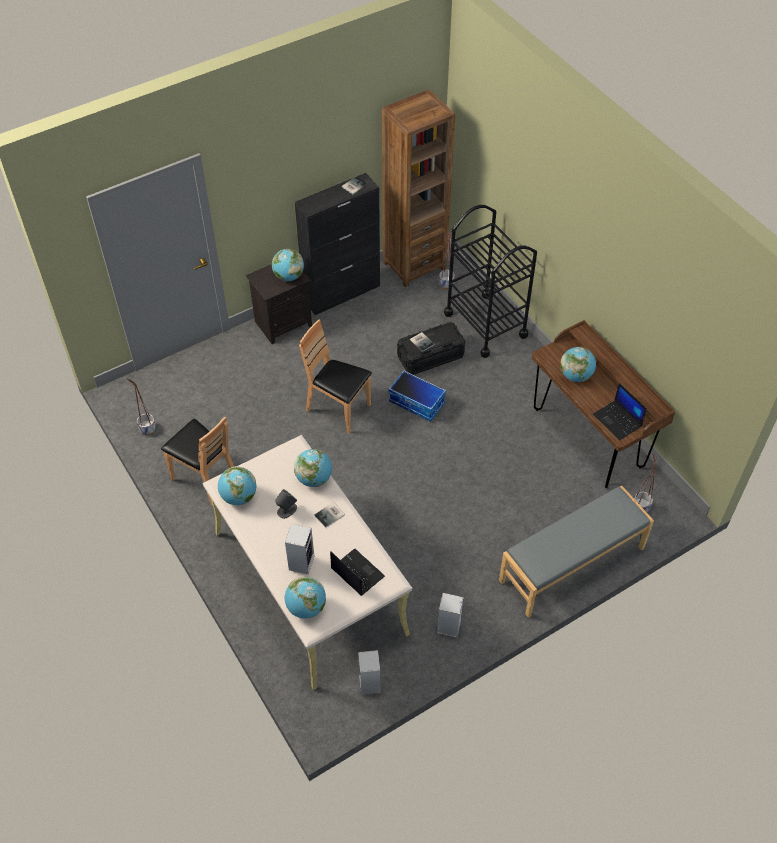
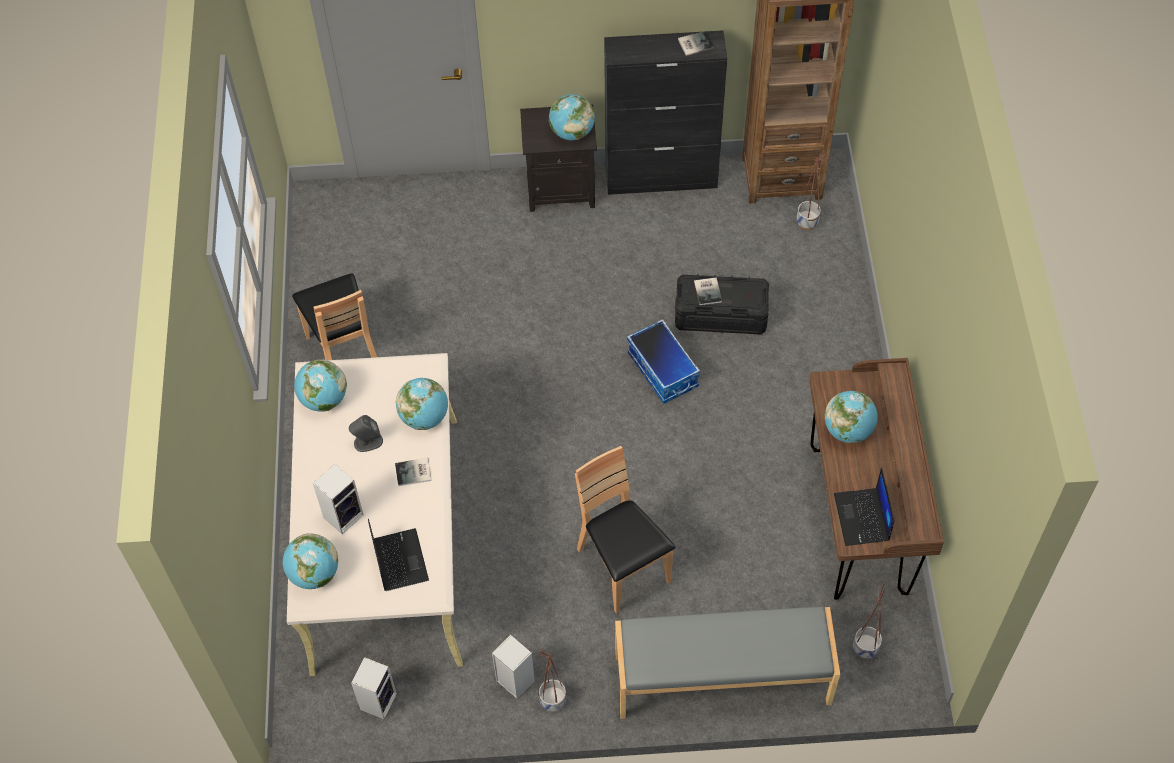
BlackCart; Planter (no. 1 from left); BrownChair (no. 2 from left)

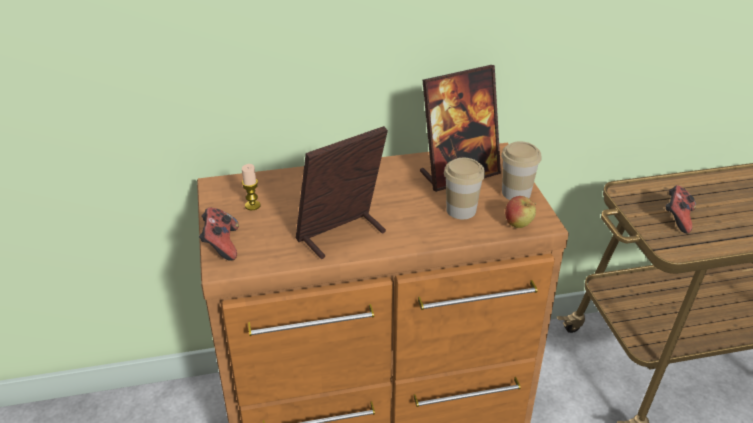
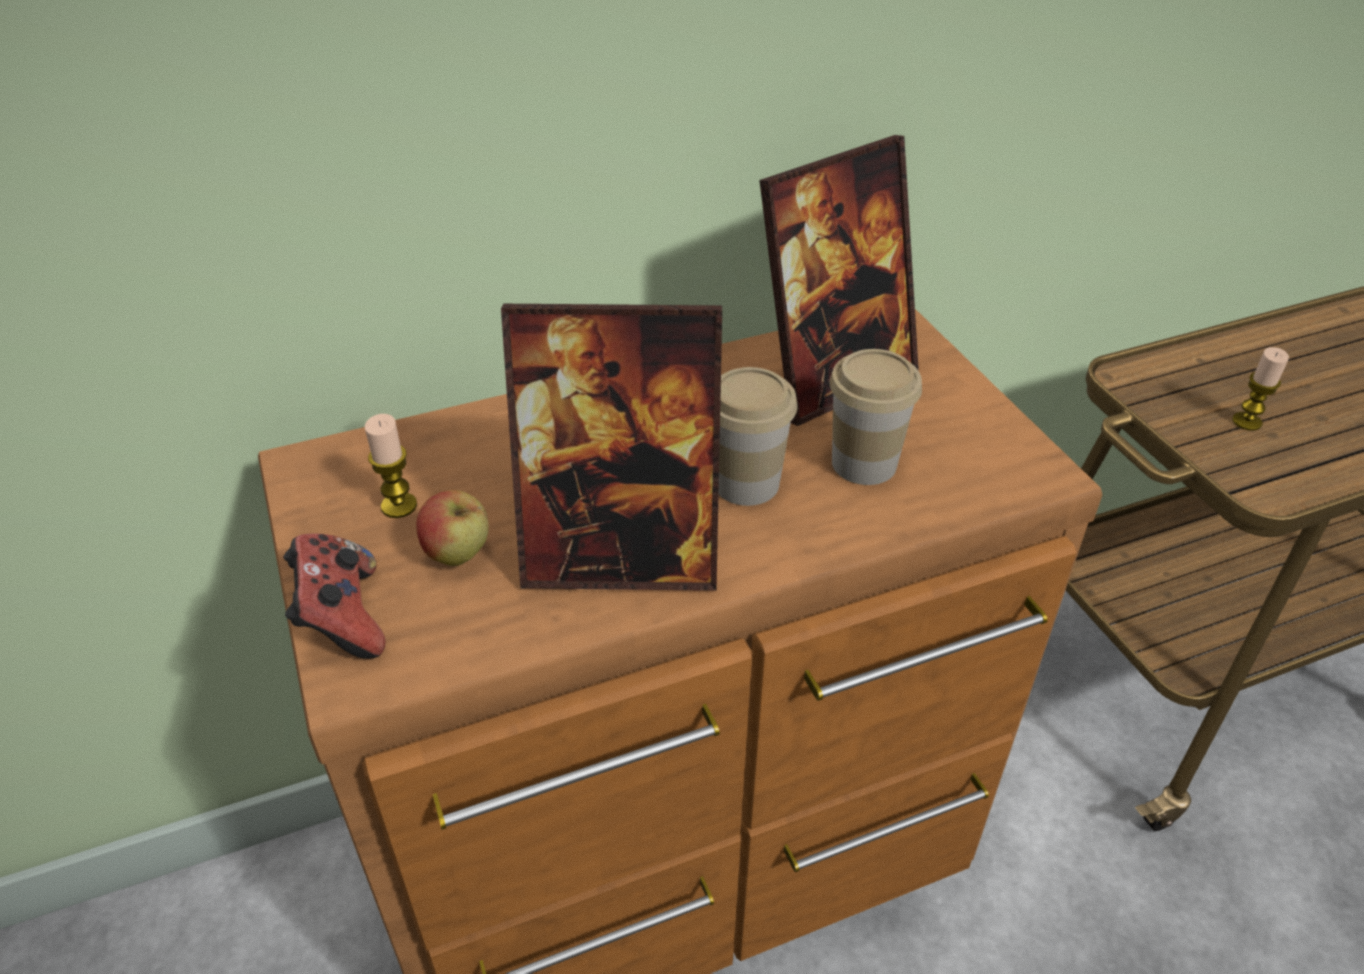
Cup (no. 1 from left); Apple; Candle (no. 2 from left); PictureFrame (no. 1 from left)

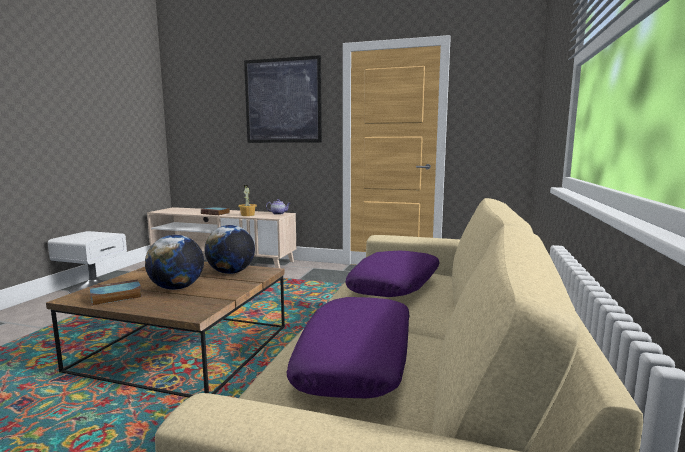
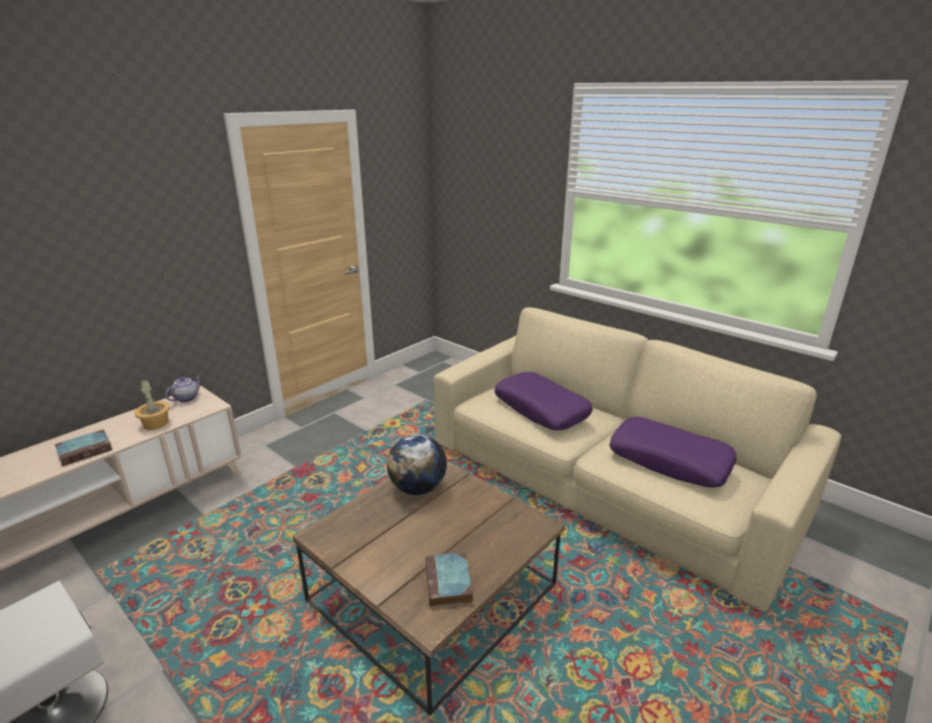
Globe (no. 1 from left in the first image); Picture

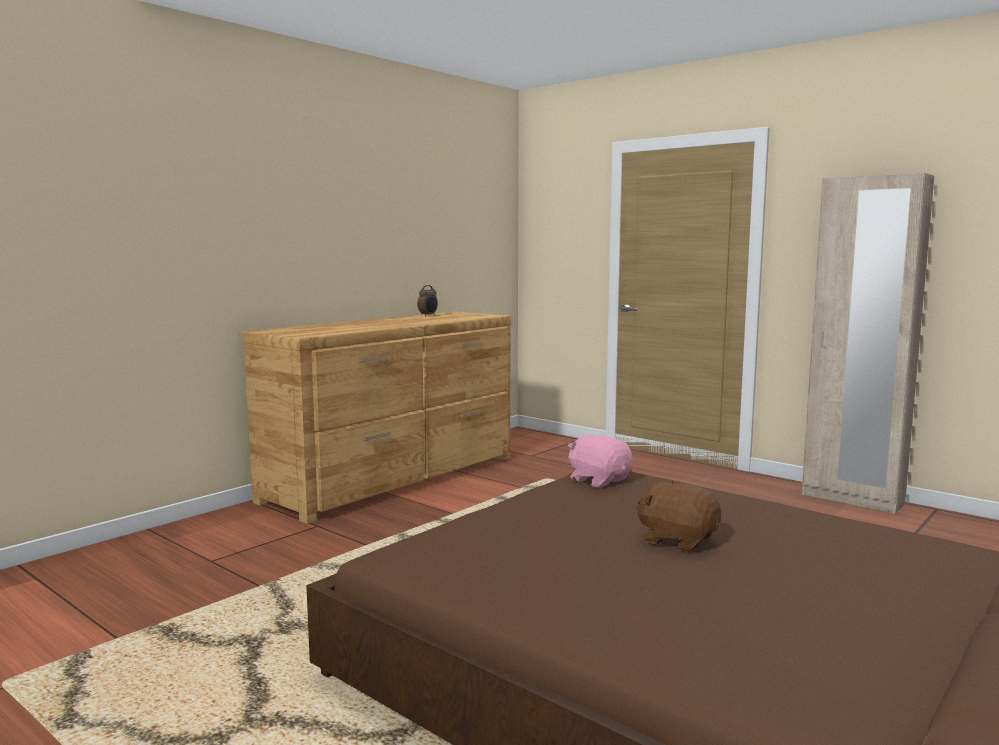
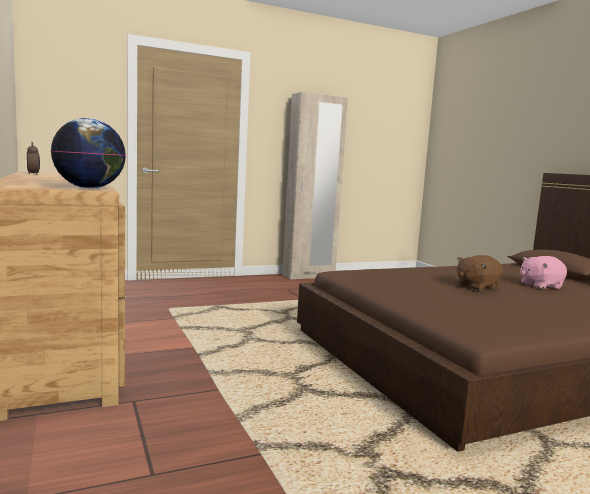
Globe; PinkPlushToy

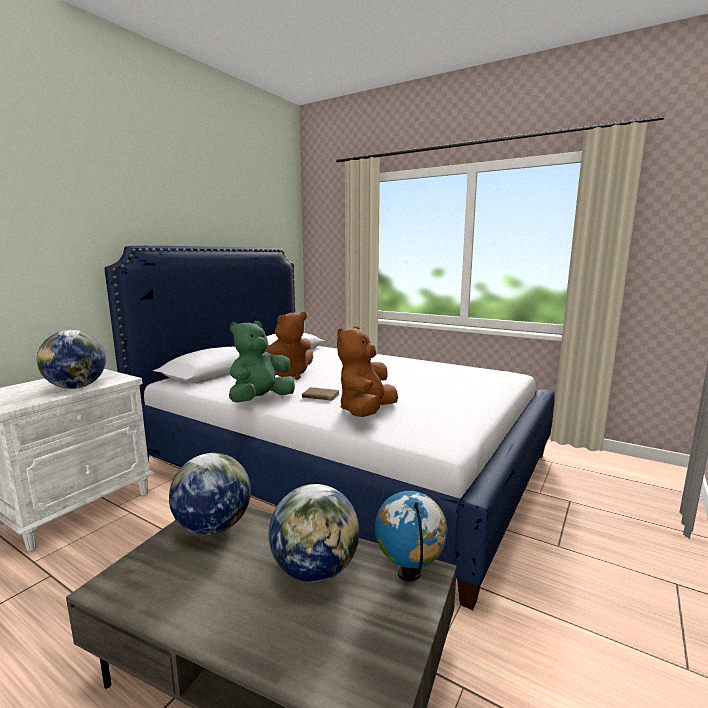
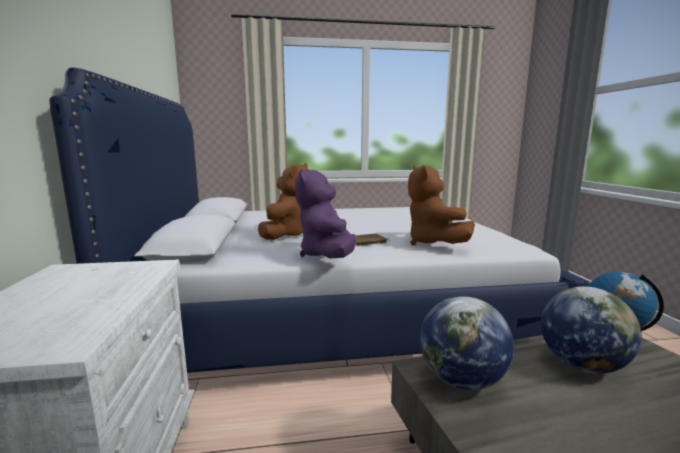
Globe (no. 1 from left in the first image); PurplePlushToy

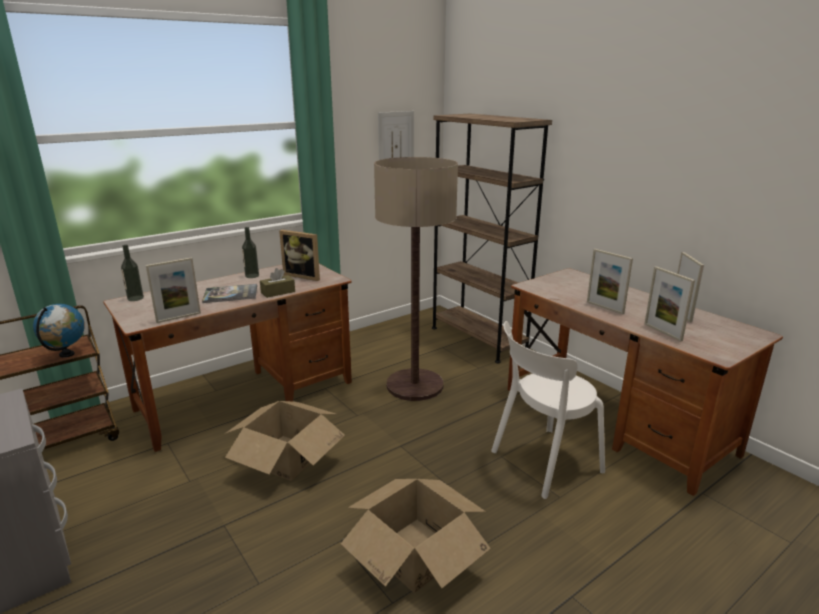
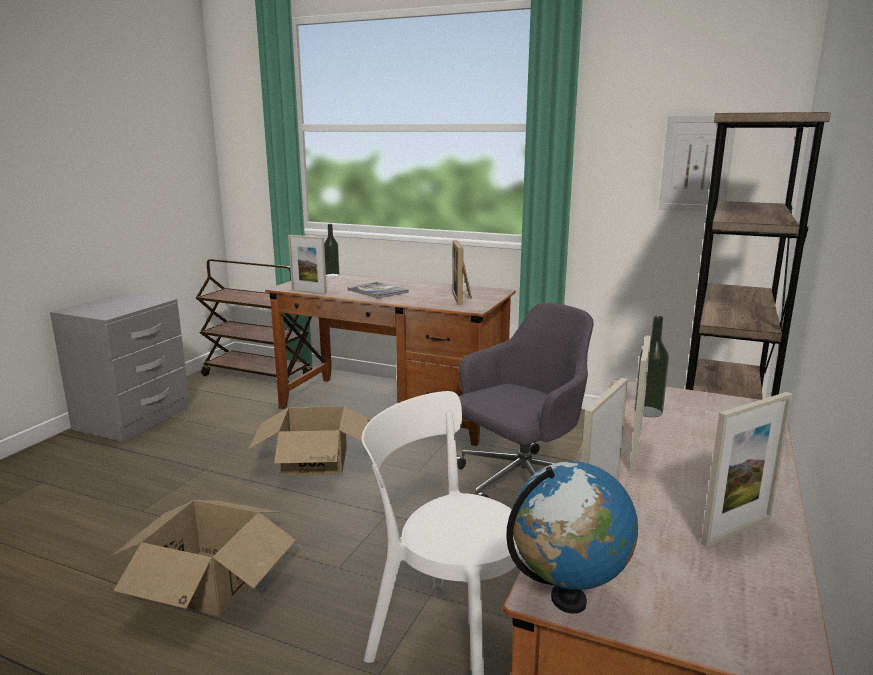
BrownTissueBox; Globe; Bottle (no. 2 from left); GreyOfficeChair

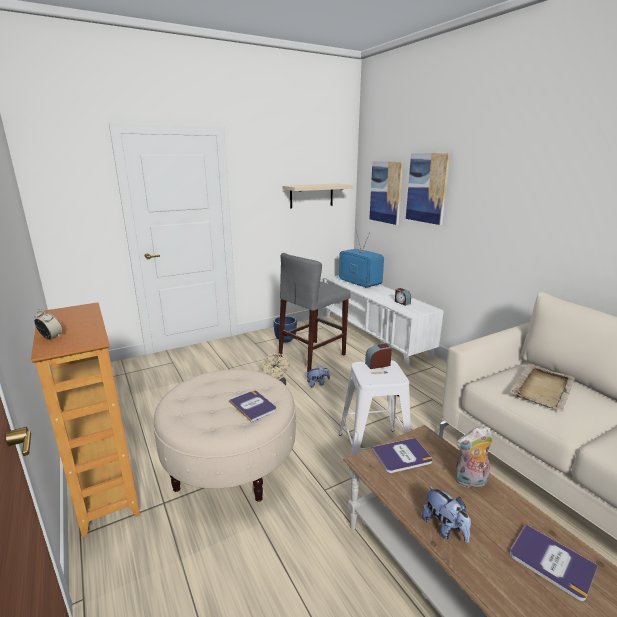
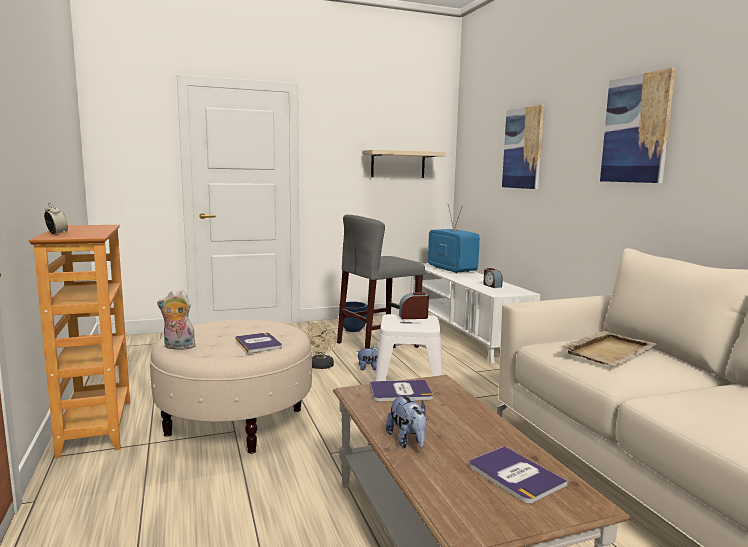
Picture (no. 2 from left); PlushToy (no. 1 from left)

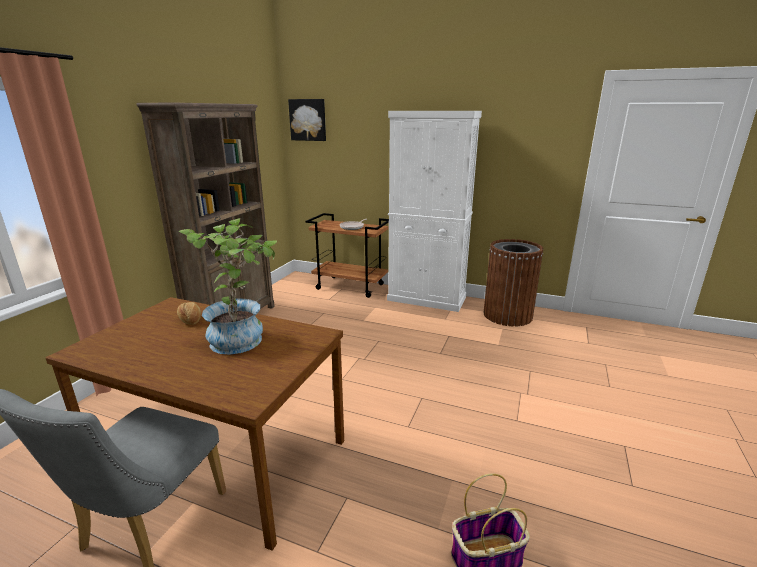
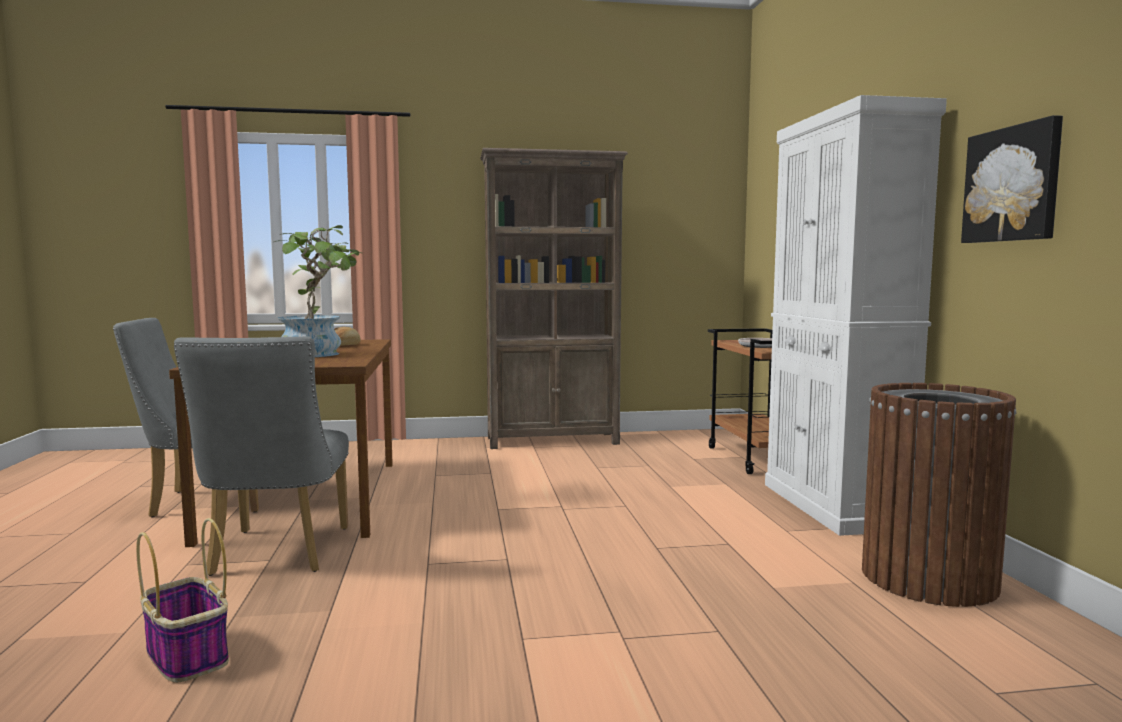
GreyChair (no. 2 from left); Picture

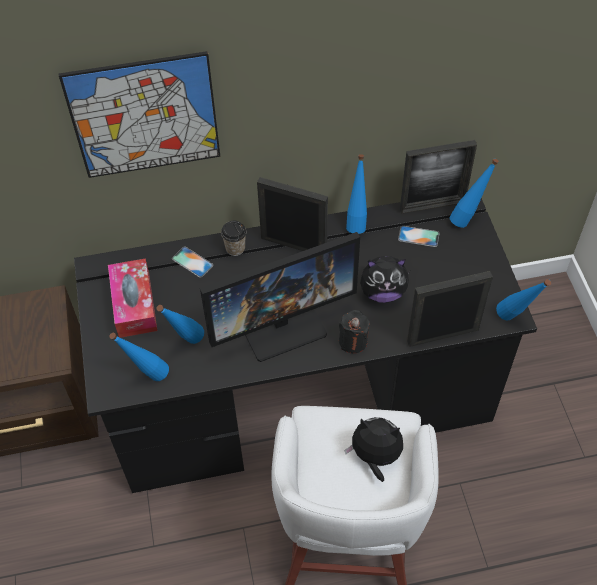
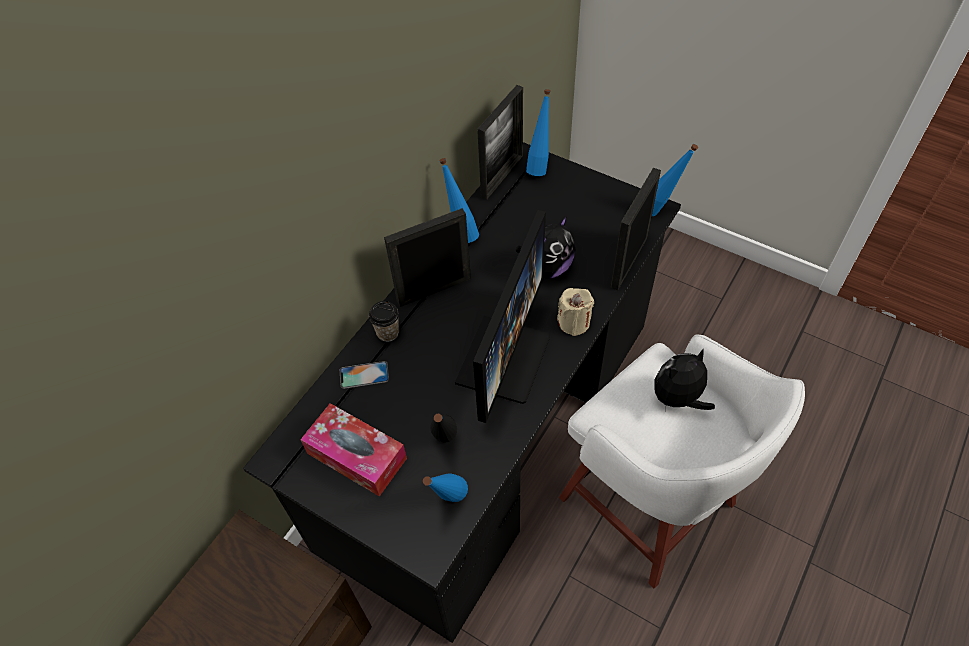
Picture; Phone (no. 2 from left in the first image); BlackBottle; BeigeCandle

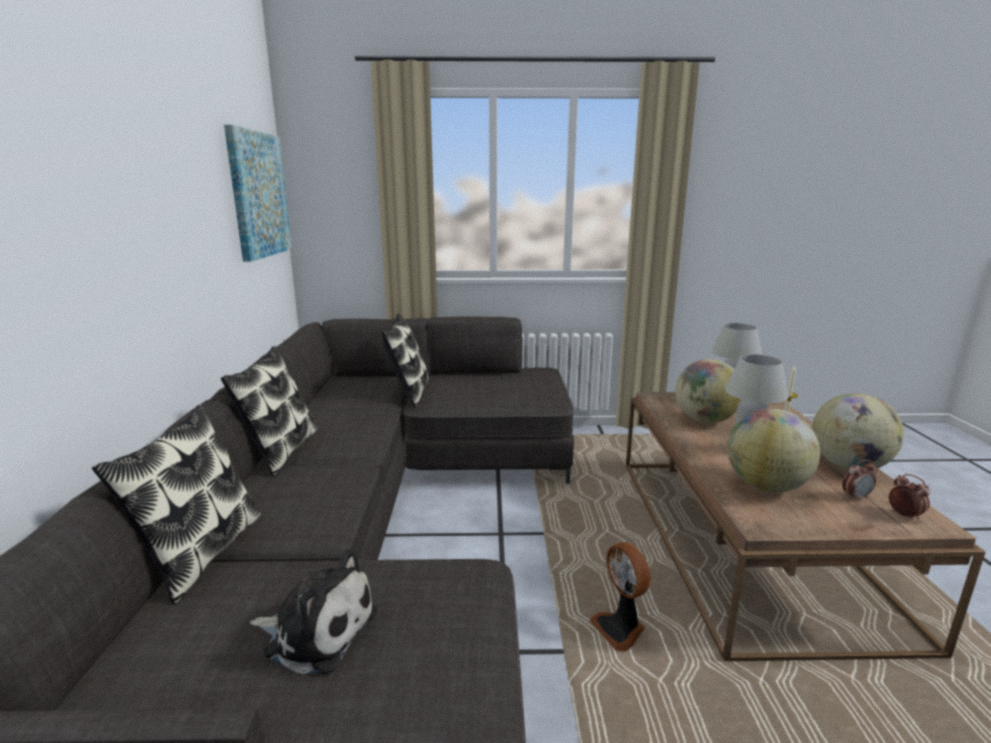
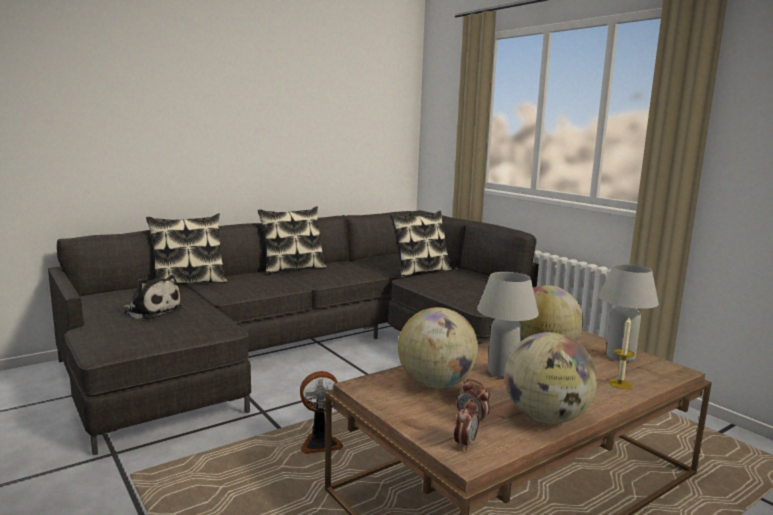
Picture; PlushToy; Fan

